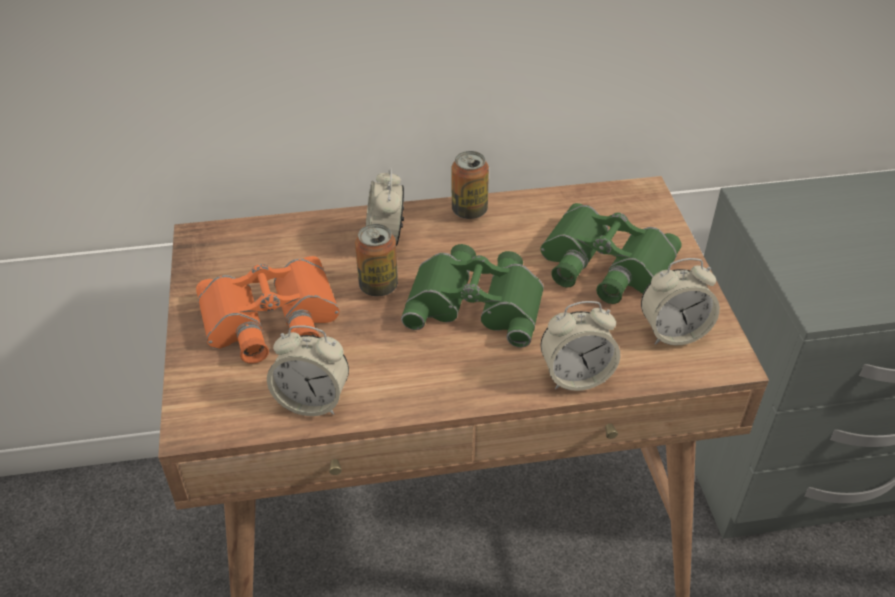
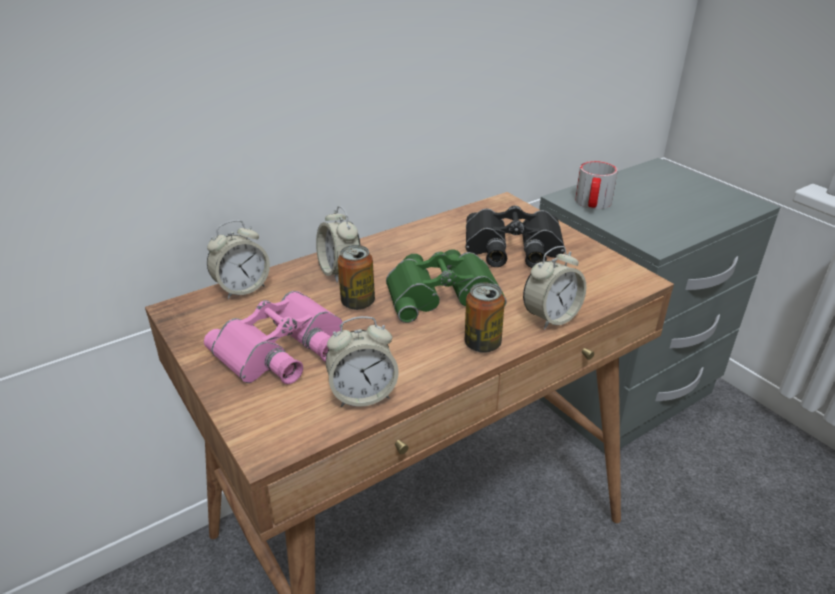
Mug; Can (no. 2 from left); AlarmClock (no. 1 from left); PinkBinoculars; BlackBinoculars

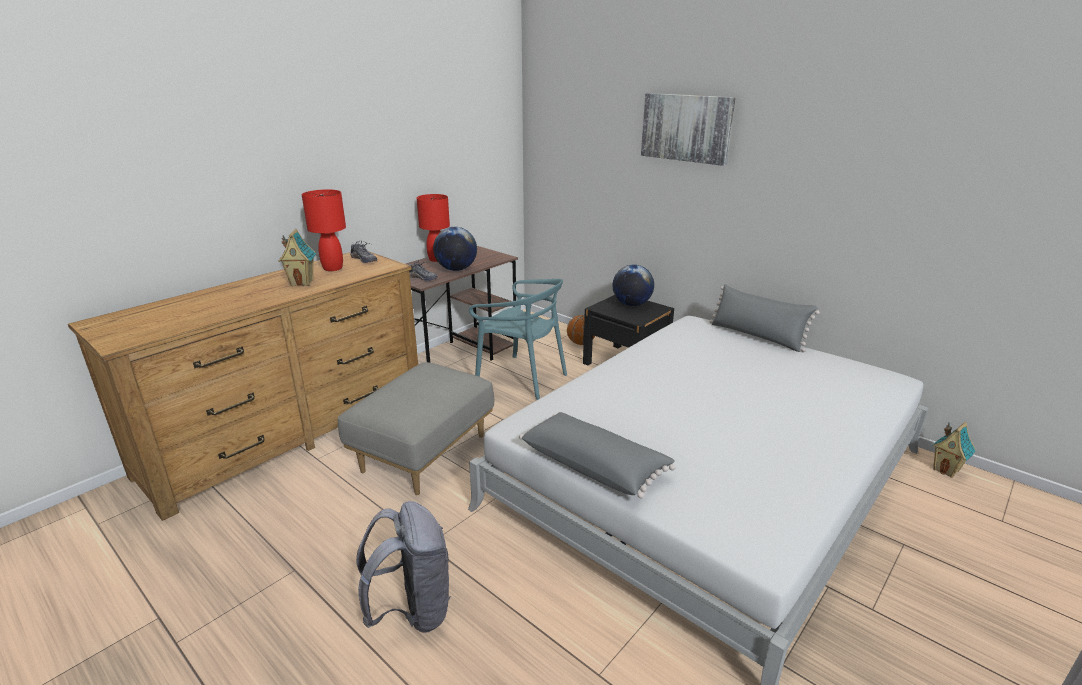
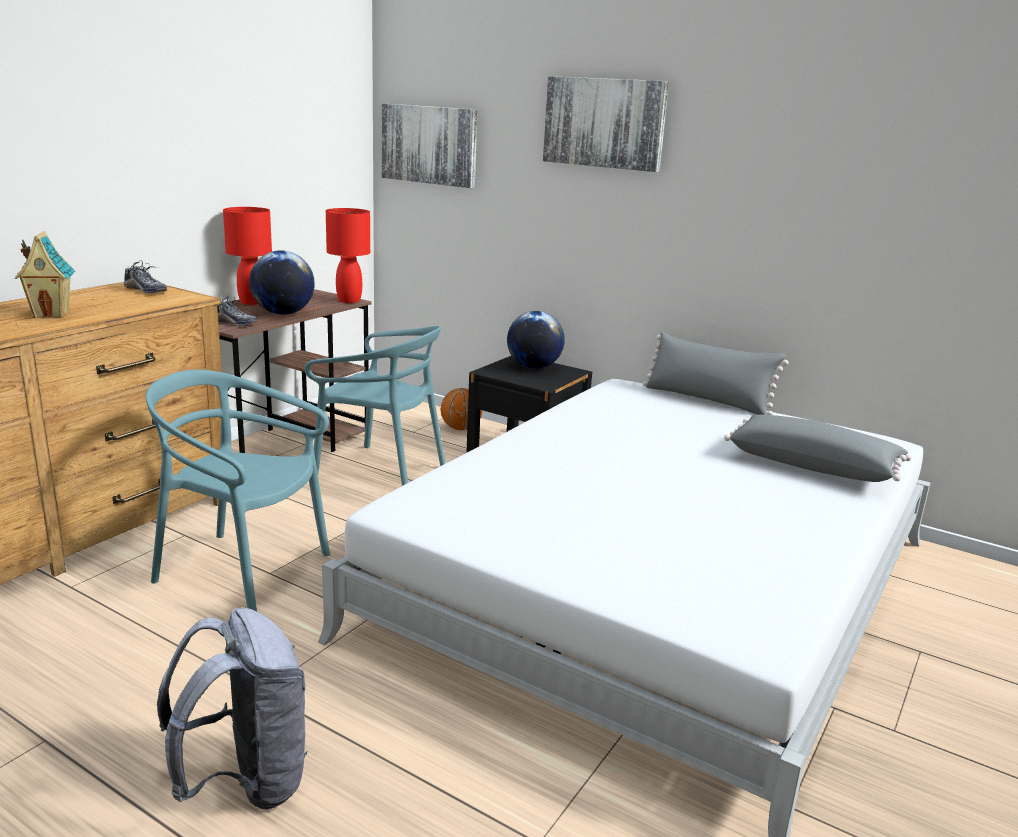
ToyHouse (no. 2 from left in the first image); Picture (no. 1 from left); RedTableLamp (no. 2 from left); GreyPillow (no. 2 from left); TurquoiseChair (no. 1 from left)

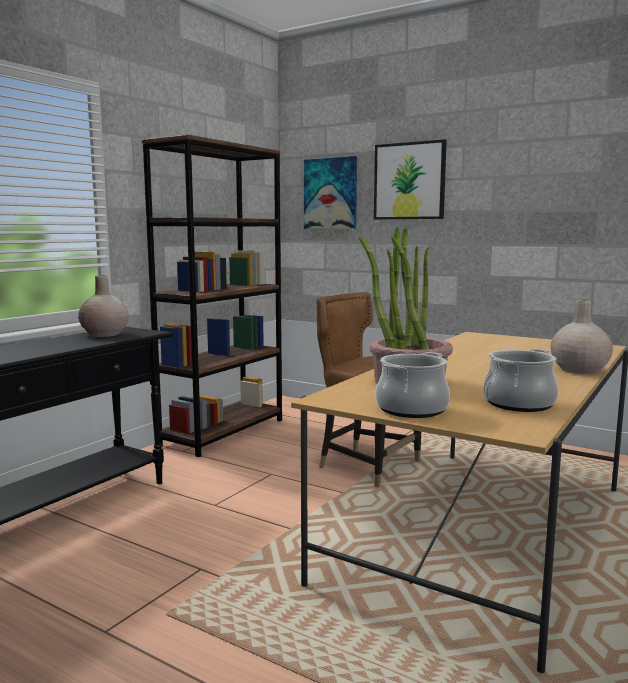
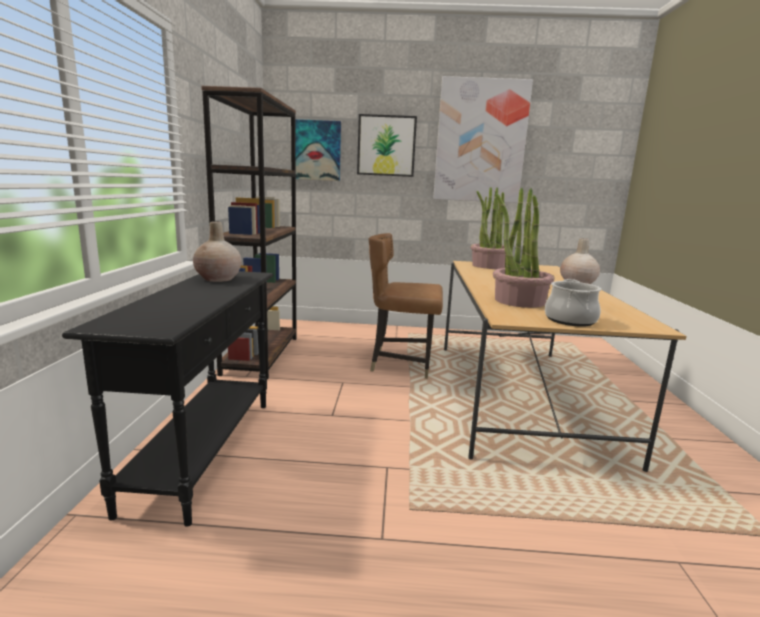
CookingPot (no. 2 from left in the first image); Picture (no. 3 from left); PottedPlant (no. 1 from left)

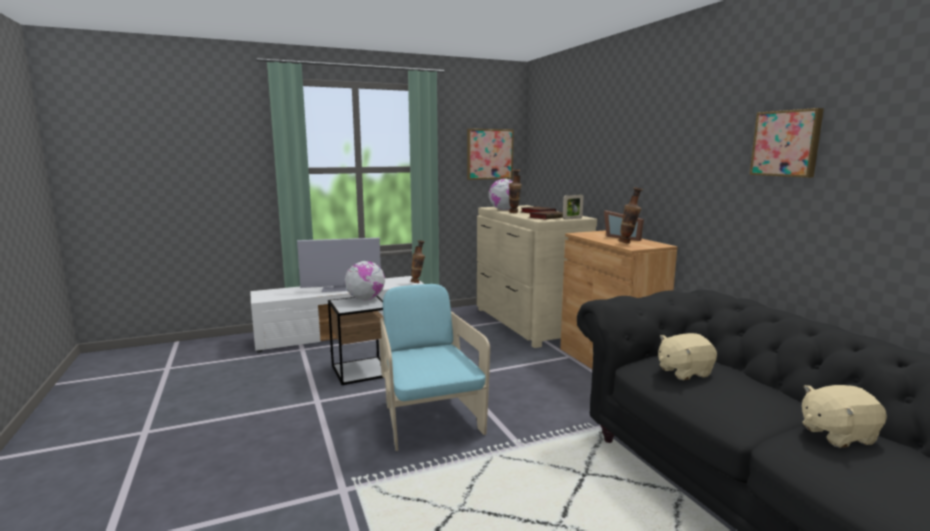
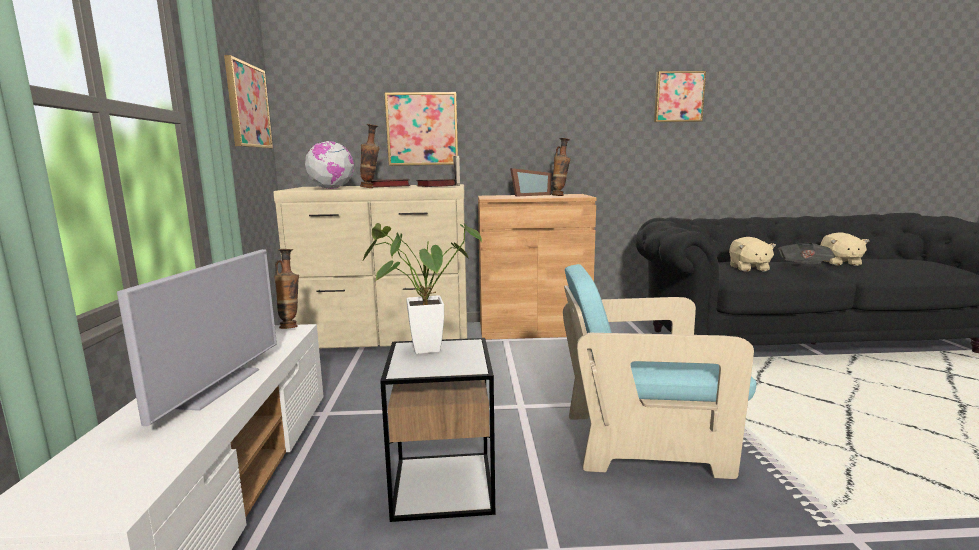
Picture (no. 2 from left); Newspaper; PottedPlant

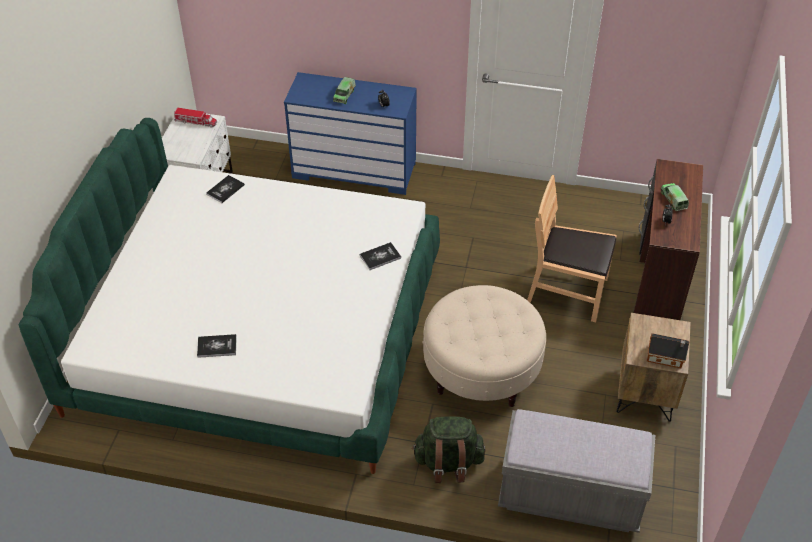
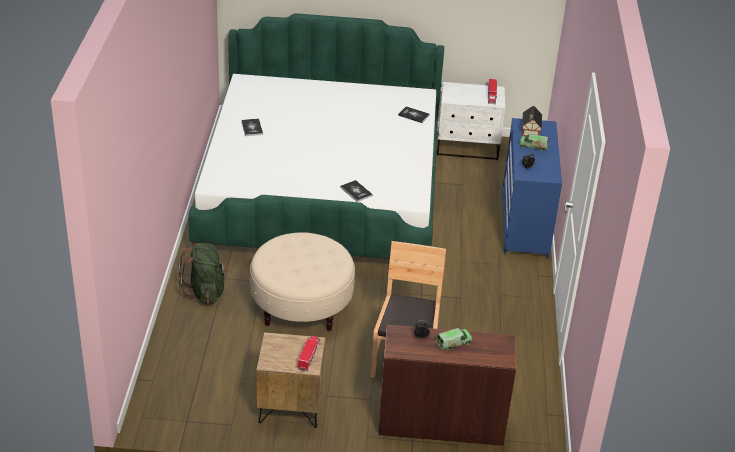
GreyBench; ToyTruck (no. 1 from left); ToyHouse

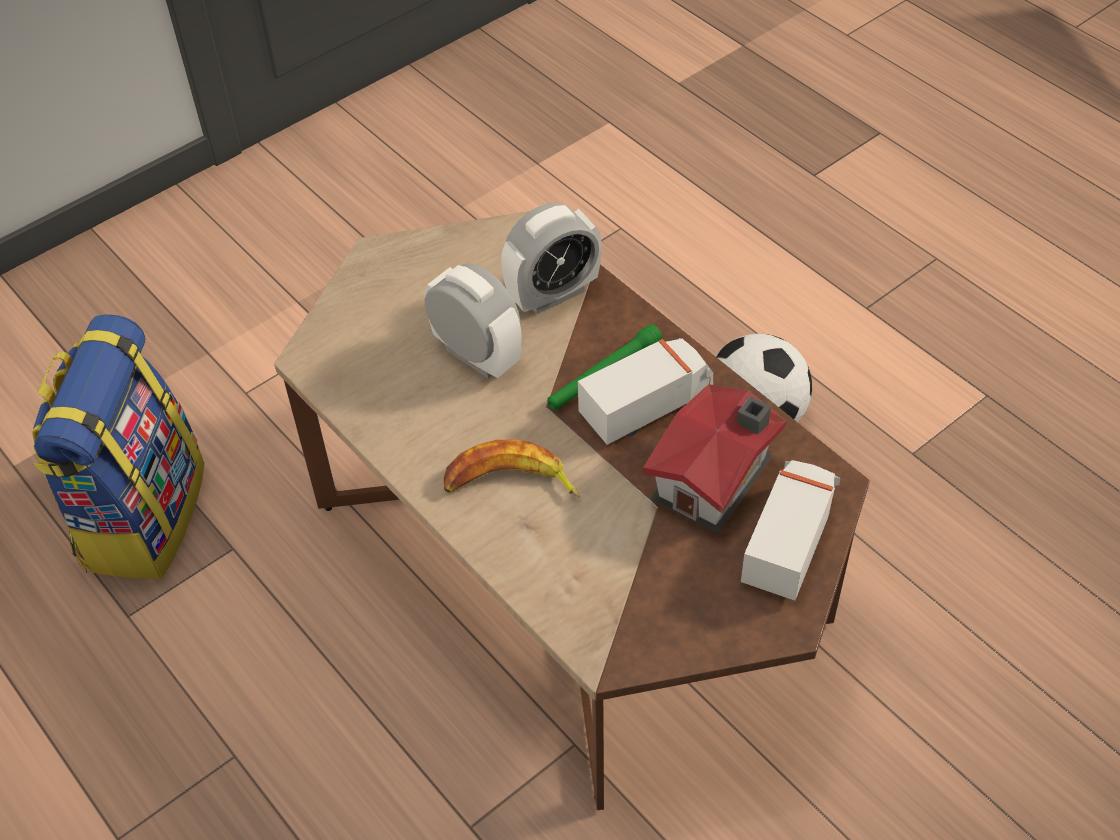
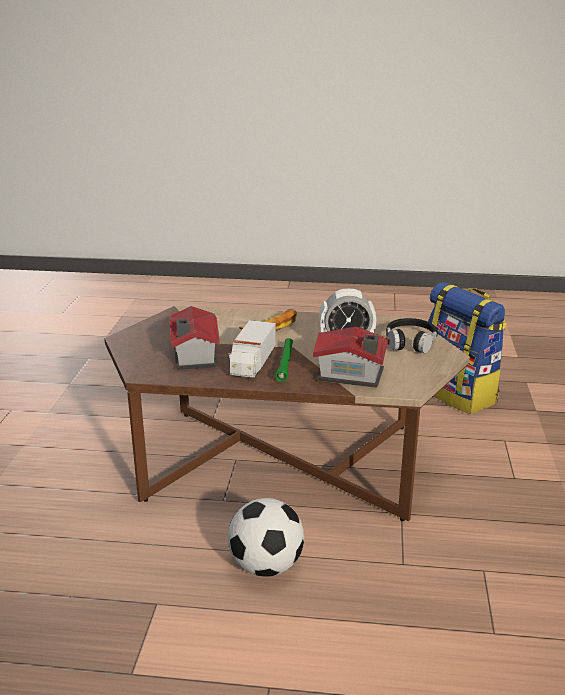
ToyTruck (no. 2 from left in the first image); BlackHeadphones; ToyHouse (no. 2 from left)

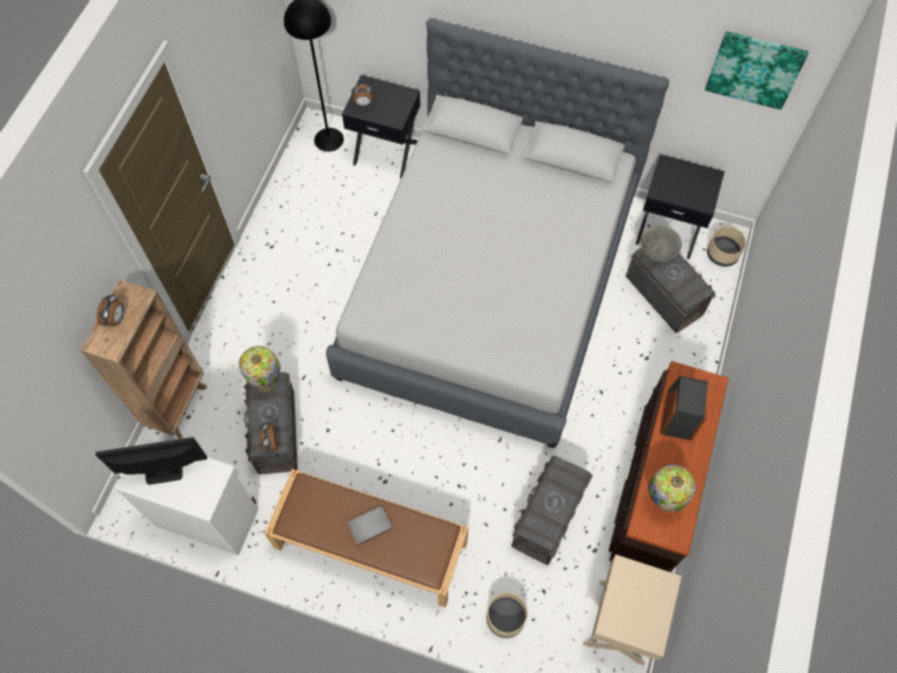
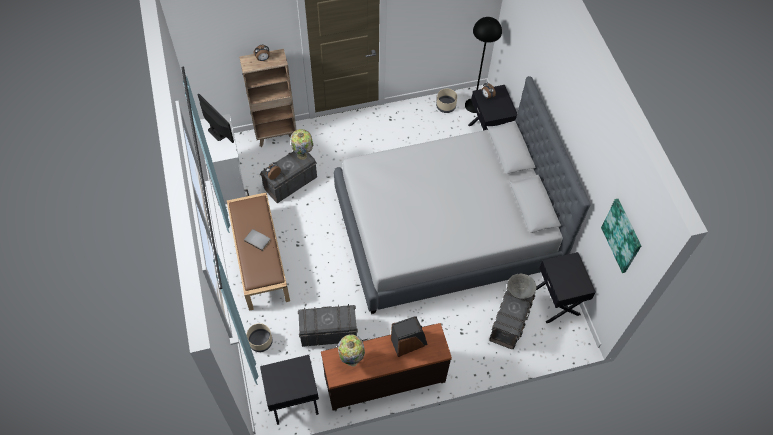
BeigePlanter (no. 2 from left); BlackNightstand (no. 1 from left)

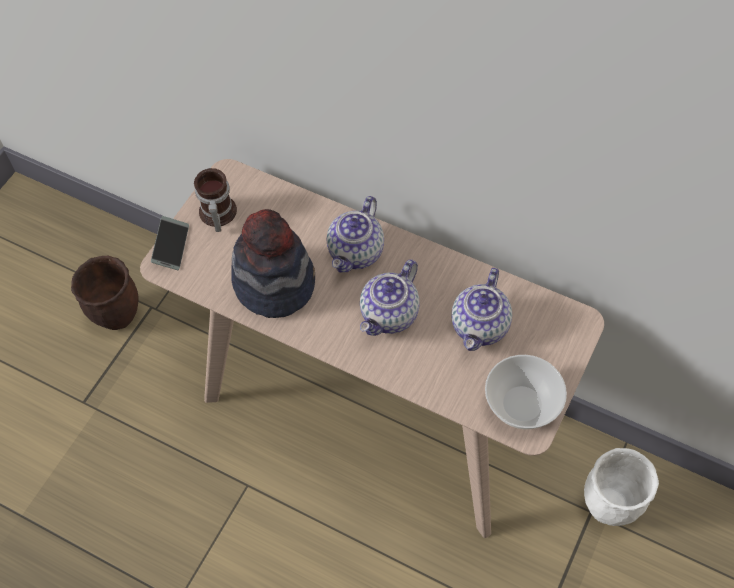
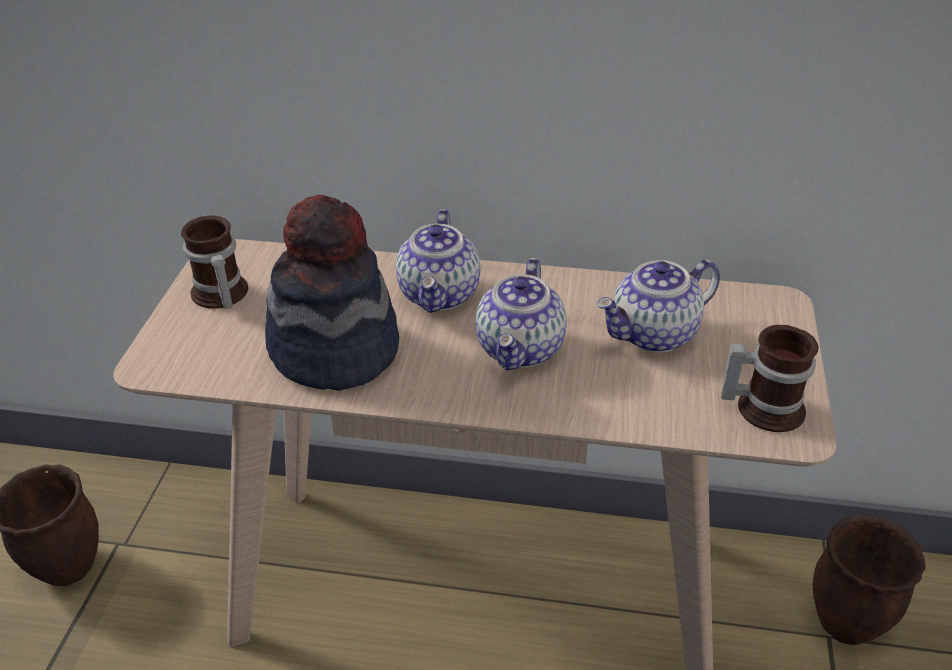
Phone; Mug (no. 2 from left); BrownPlanter (no. 2 from left); Teapot (no. 3 from left)

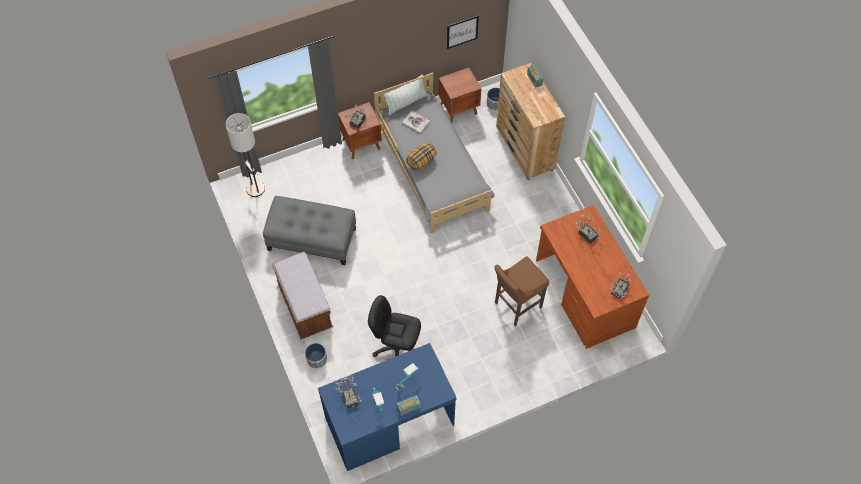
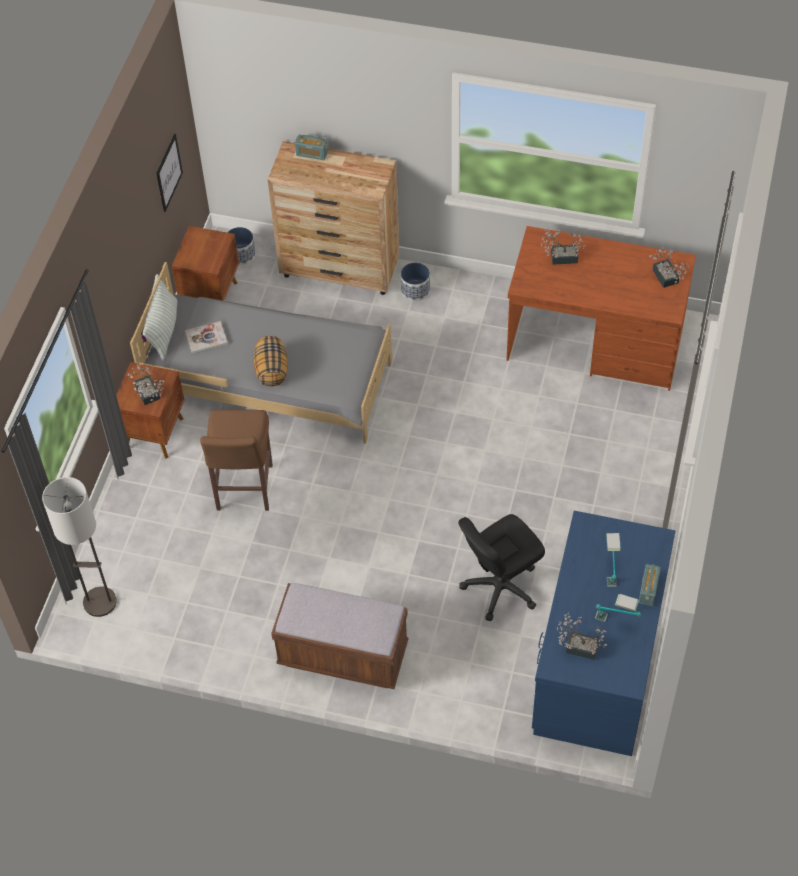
GreyOttoman; Planter (no. 2 from left); BrownStool

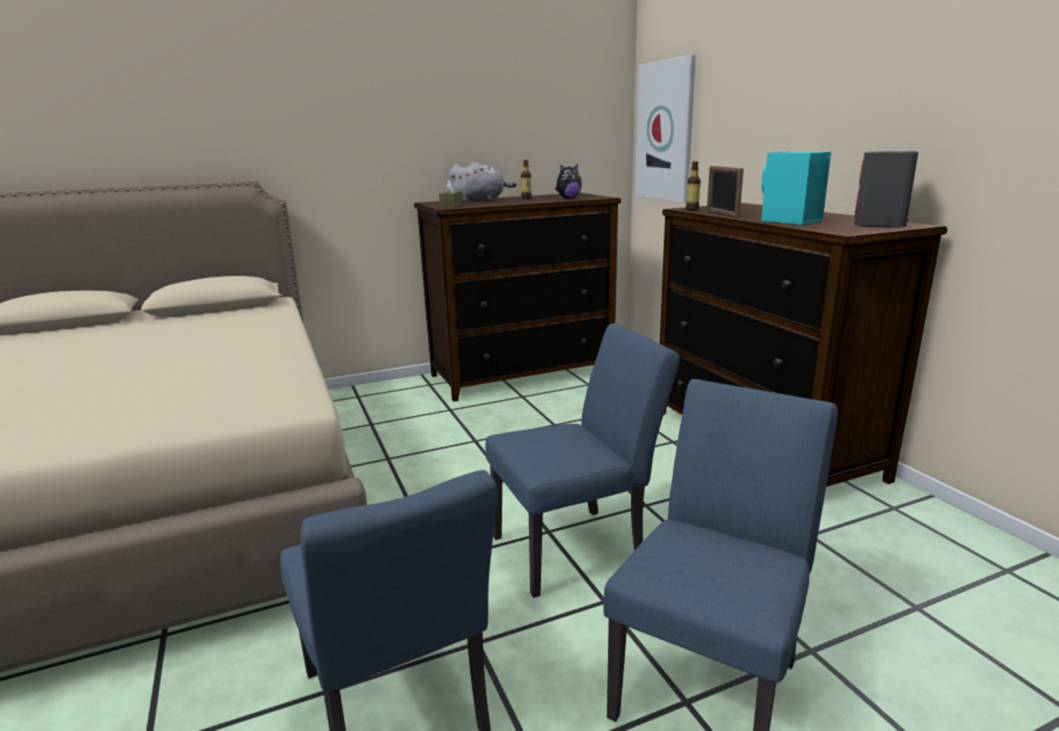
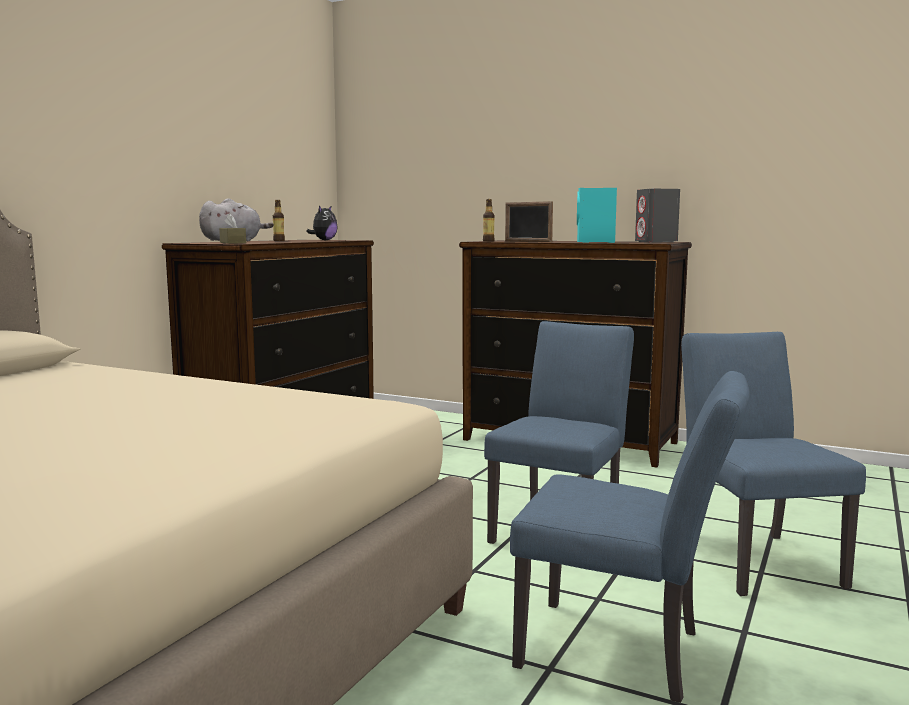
Picture

